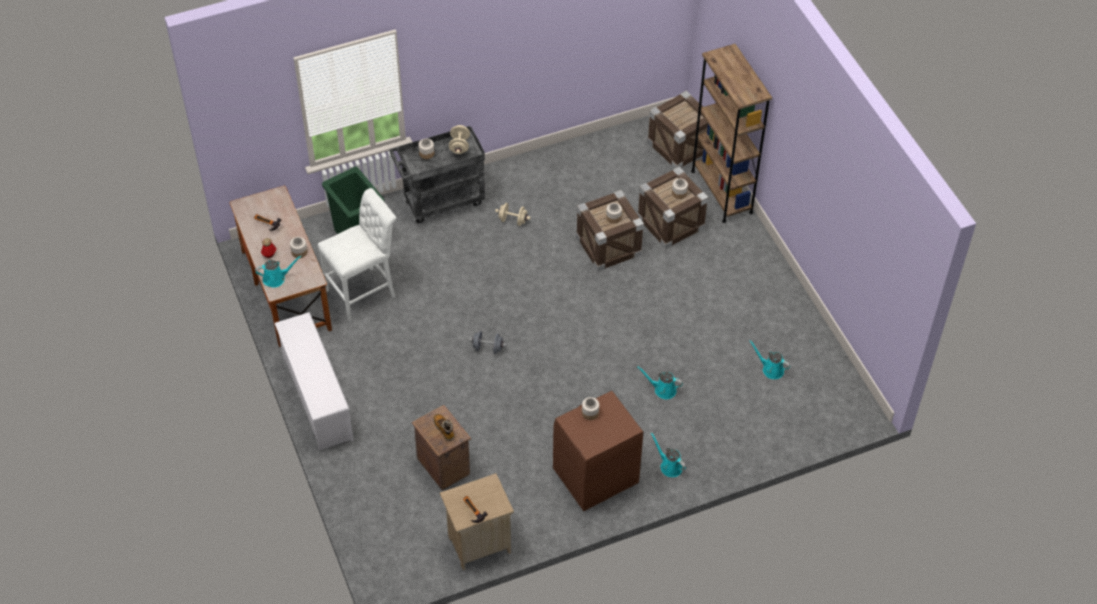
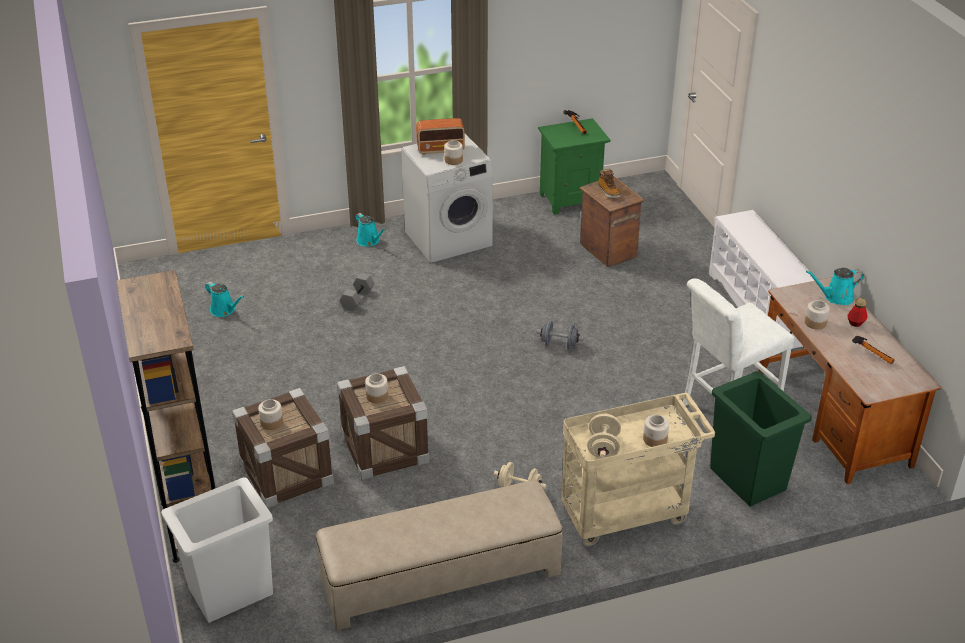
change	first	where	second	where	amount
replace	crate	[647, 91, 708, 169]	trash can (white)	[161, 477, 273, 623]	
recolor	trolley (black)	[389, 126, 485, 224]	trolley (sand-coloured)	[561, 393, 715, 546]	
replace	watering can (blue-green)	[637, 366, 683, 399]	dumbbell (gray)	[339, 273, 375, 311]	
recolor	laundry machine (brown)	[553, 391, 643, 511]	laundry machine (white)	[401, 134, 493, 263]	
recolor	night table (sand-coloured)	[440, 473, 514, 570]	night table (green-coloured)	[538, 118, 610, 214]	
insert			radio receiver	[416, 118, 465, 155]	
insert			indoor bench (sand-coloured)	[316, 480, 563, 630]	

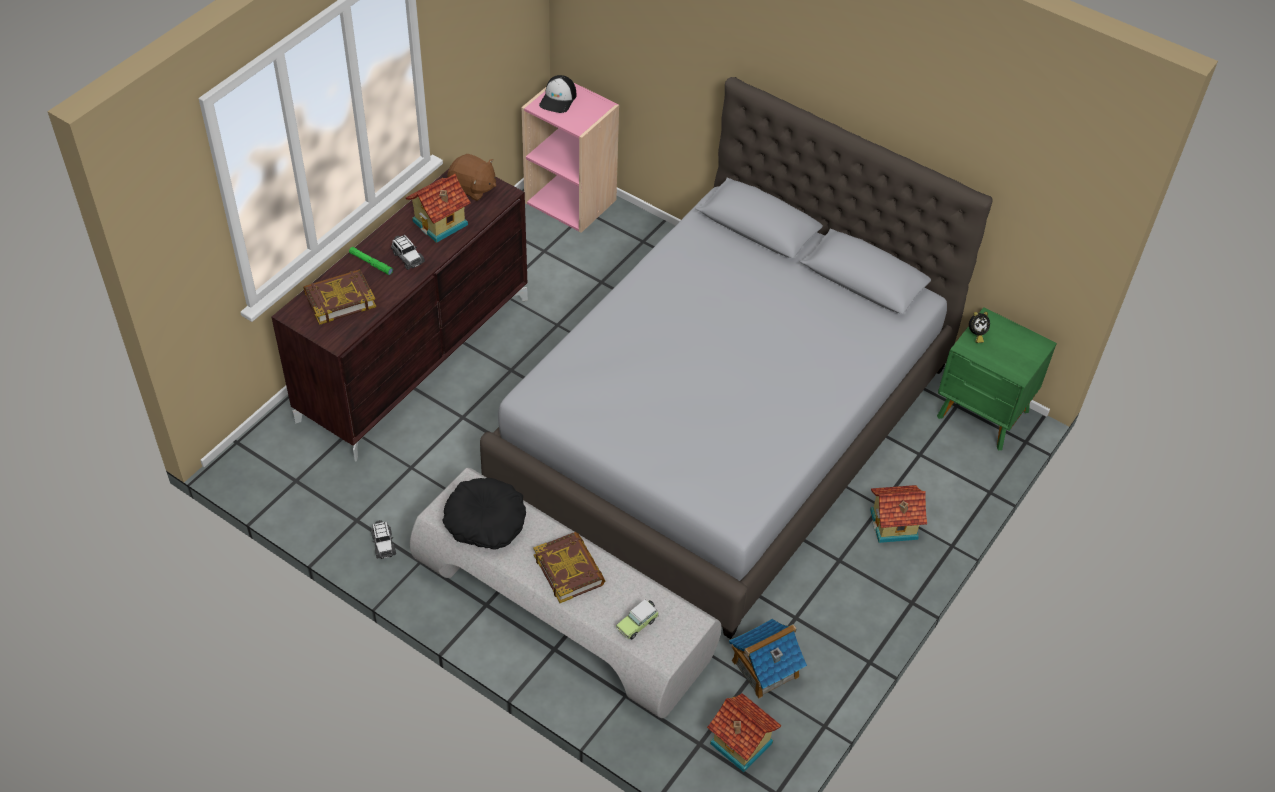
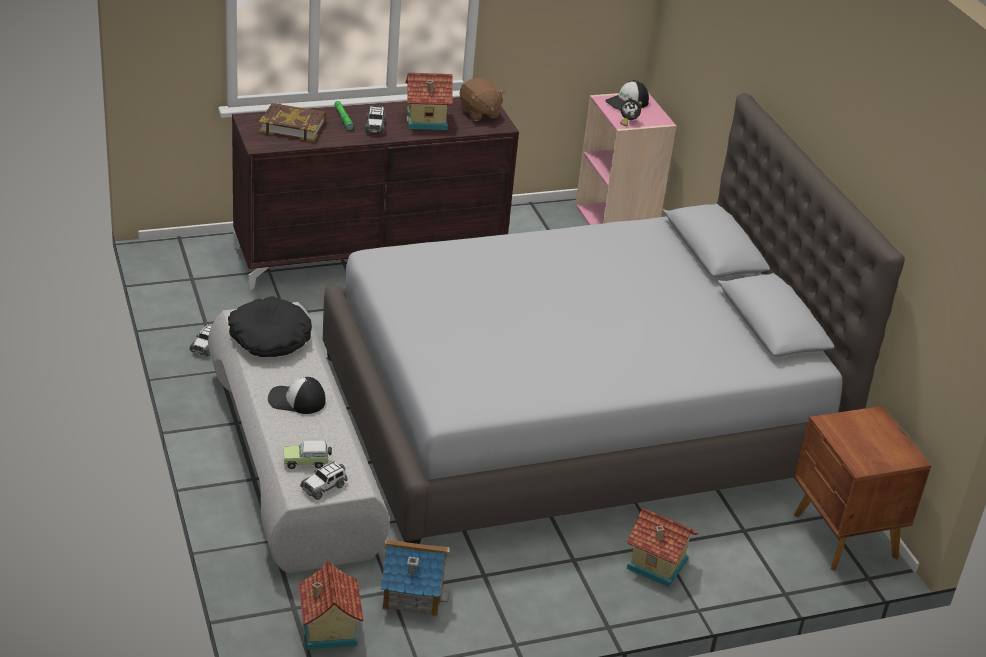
change	first	where	second	where	amount
recolor	night table (green-coloured)	[937, 307, 1057, 451]	night table (brown)	[794, 406, 932, 571]	
move	bedside clock	[969, 312, 990, 343]		[620, 97, 642, 126]	
replace	book	[533, 532, 605, 603]	cap	[268, 377, 325, 414]	
insert			model car	[300, 461, 348, 500]	

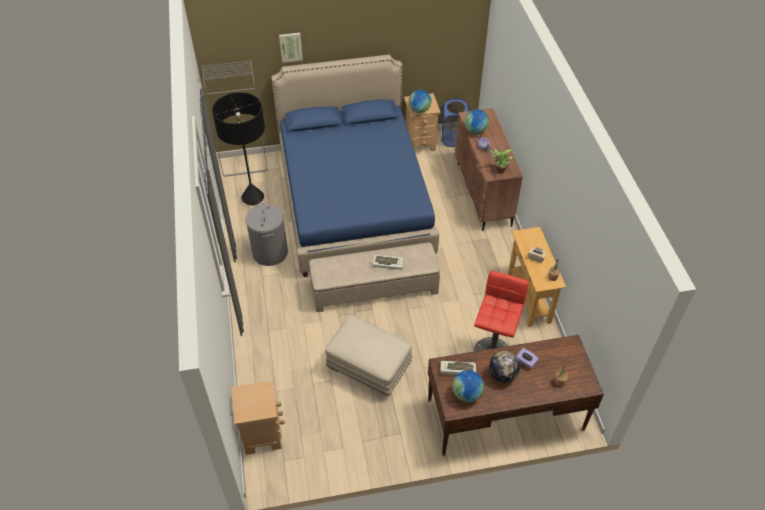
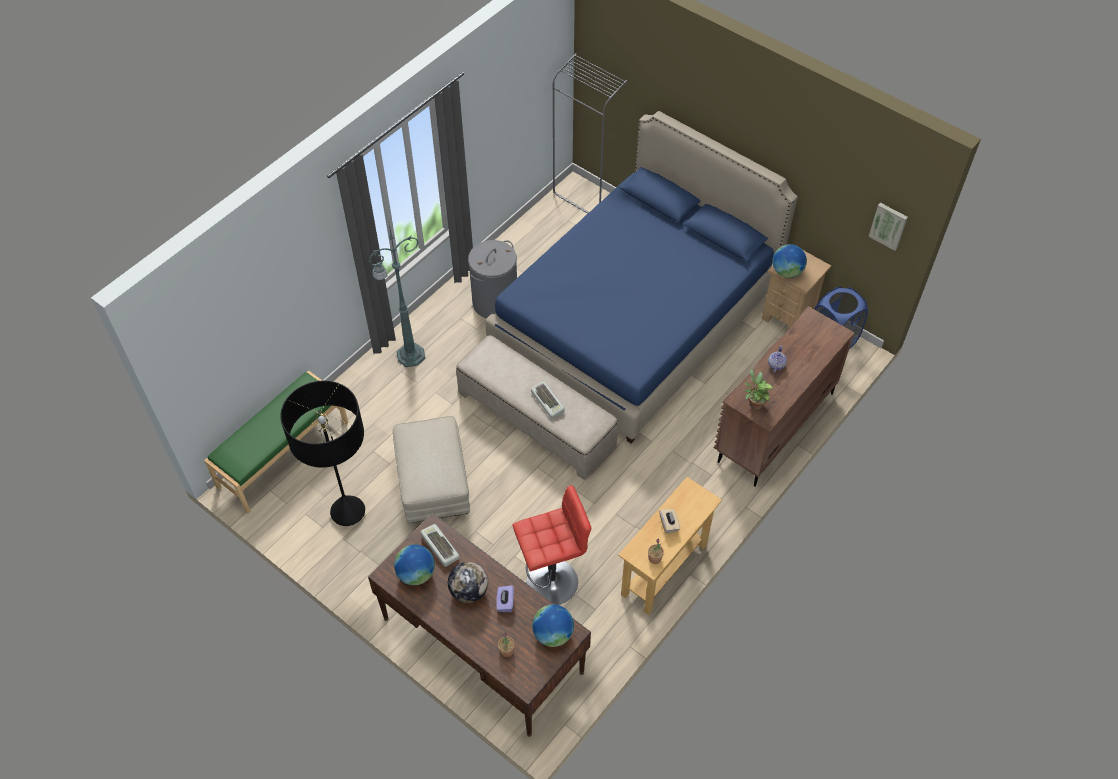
change	first	where	second	where	amount
move	picture	[279, 33, 303, 63]		[869, 203, 908, 251]	
move	floor lamp (black)	[212, 92, 265, 205]		[280, 381, 365, 526]	
move	globe	[465, 109, 489, 134]		[532, 604, 574, 647]	
replace	night table (sand-coloured)	[231, 381, 285, 455]	indoor bench (green-coloured)	[204, 370, 348, 513]	
insert			floor lamp (green-coloured)	[369, 224, 425, 367]	

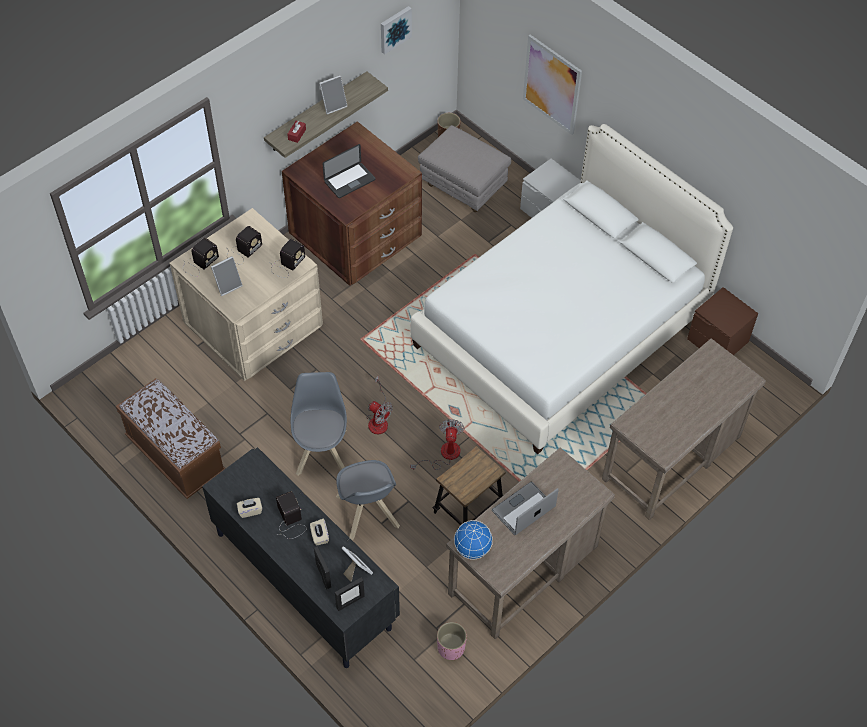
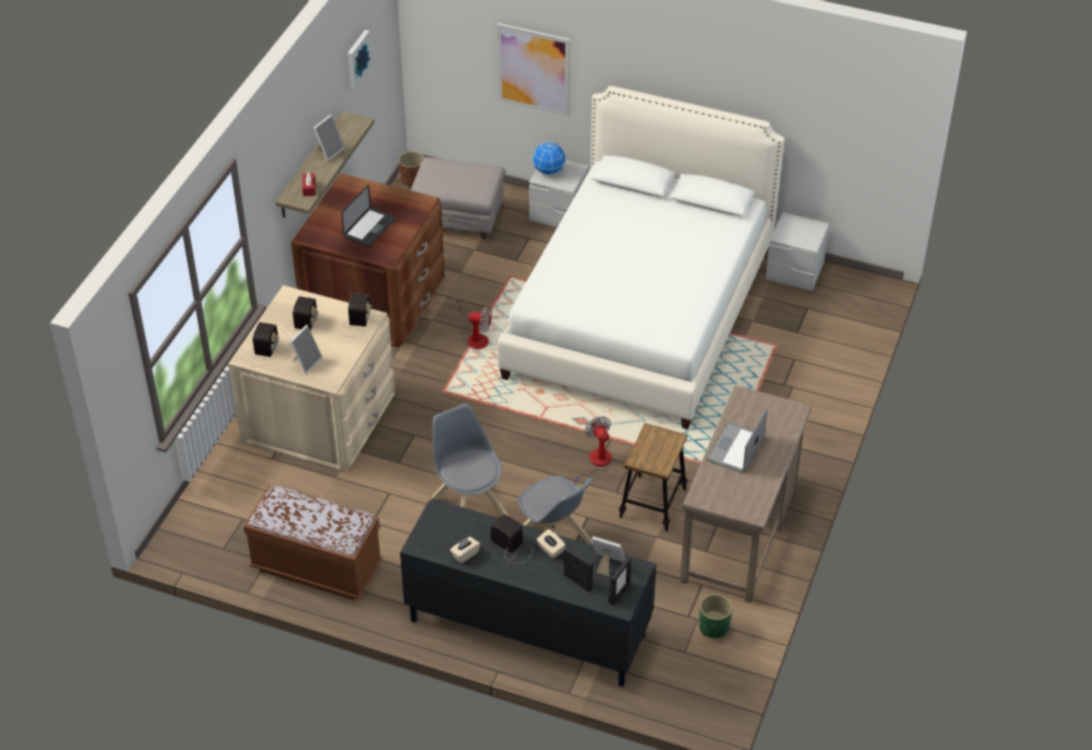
change	first	where	second	where	amount
recolor	night table (brown)	[687, 287, 758, 355]	night table (white)	[766, 212, 829, 291]	
delete	desk unit (brown)	[602, 338, 766, 520]			
move	fan	[366, 375, 393, 434]		[455, 296, 492, 349]	
move	globe	[454, 520, 493, 560]		[532, 142, 566, 175]	
recolor	plant pot (pinkish)	[437, 622, 467, 660]	plant pot (green-coloured)	[699, 594, 732, 638]	

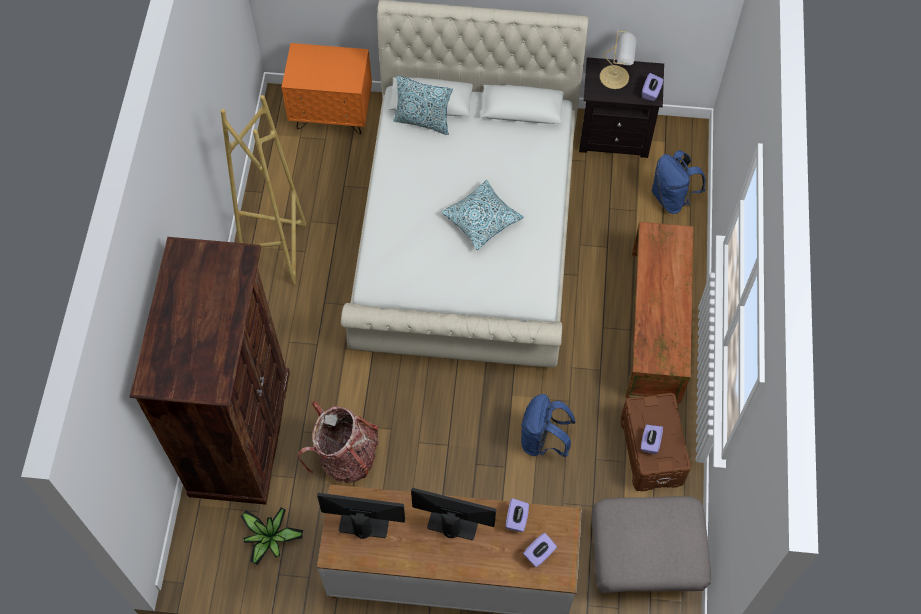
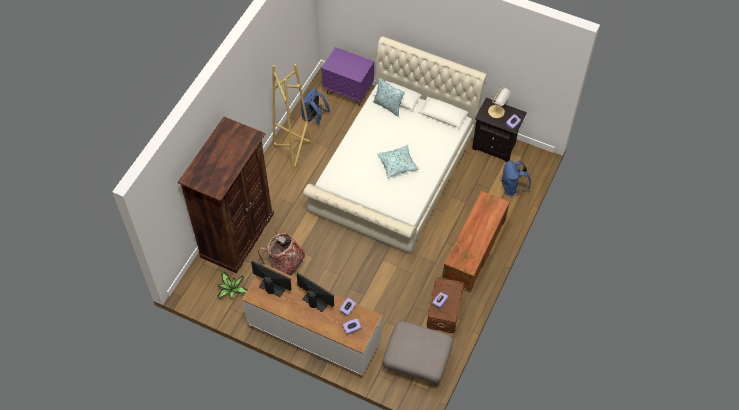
change	first	where	second	where	amount
recolor	night table (orange)	[281, 43, 372, 134]	night table (purplish)	[321, 47, 374, 106]	
move	knapsack (blue-coloured)	[521, 394, 575, 458]		[301, 89, 330, 124]	

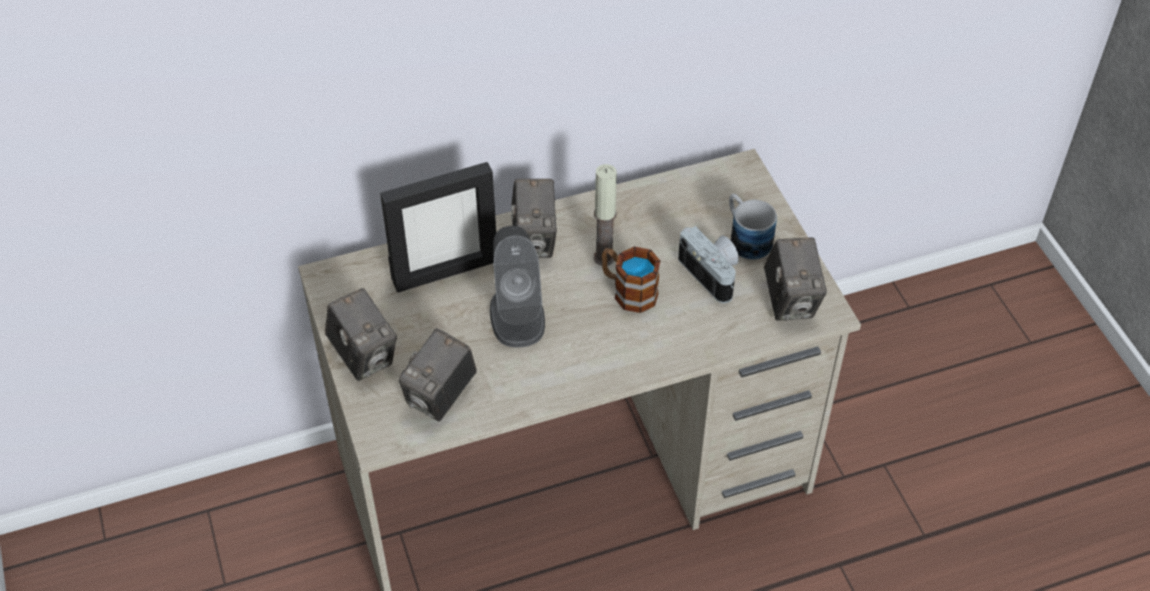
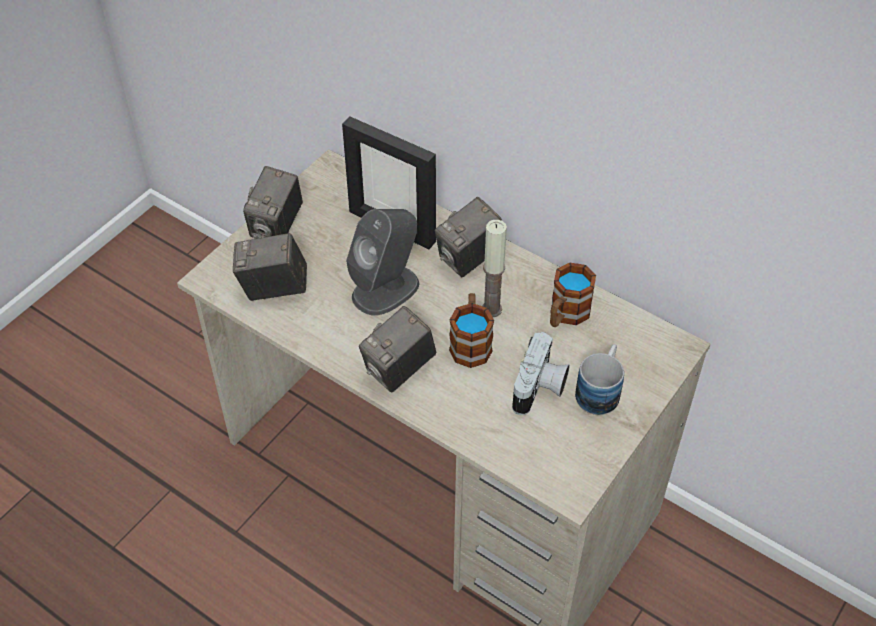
change	first	where	second	where	amount
move	still camera	[764, 237, 827, 321]		[359, 306, 436, 393]	
insert			tea mug	[550, 262, 596, 327]	

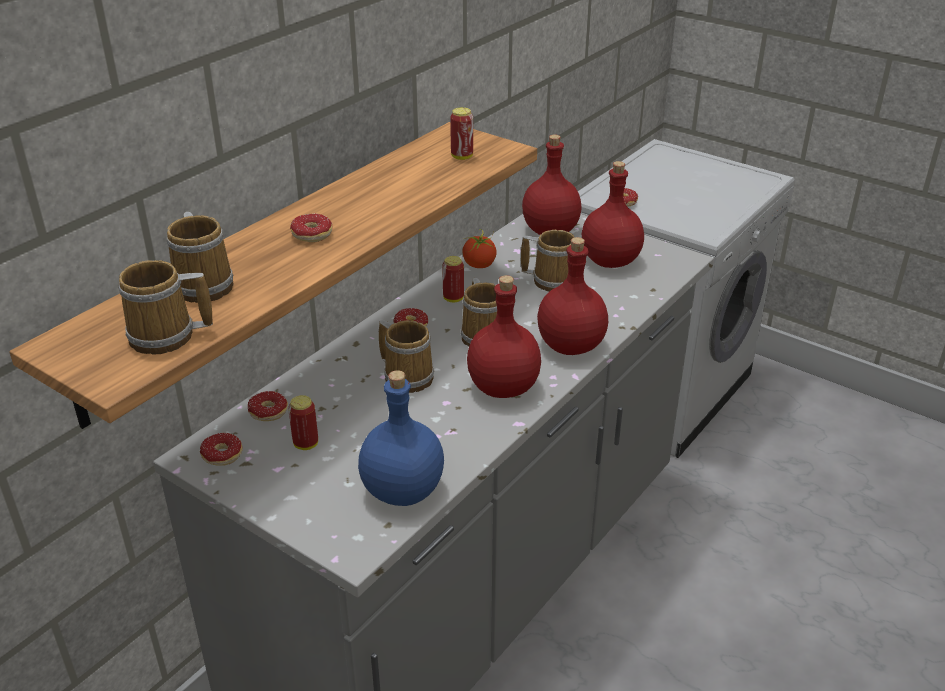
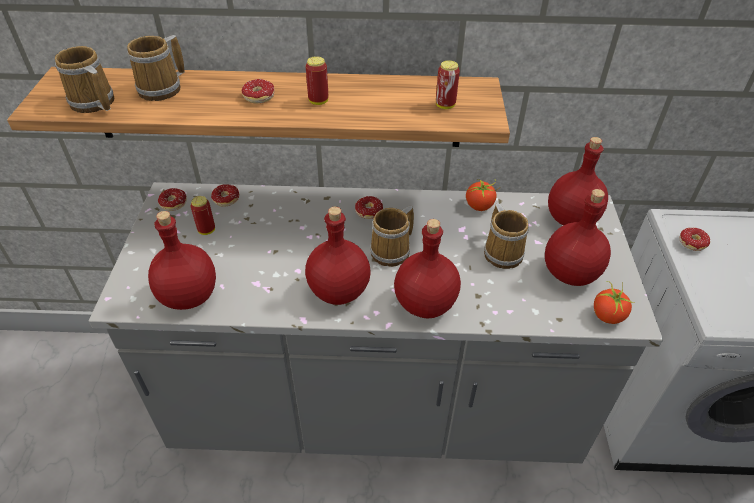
change	first	where	second	where	amount
move	sealed can	[442, 256, 464, 302]		[306, 56, 328, 105]	
delete	tea mug	[379, 320, 434, 393]			
recolor	beverage bottle (blue-coloured)	[358, 370, 444, 506]	beverage bottle (red-coloured)	[148, 211, 216, 310]	
insert			fresh tomato	[594, 281, 635, 324]	

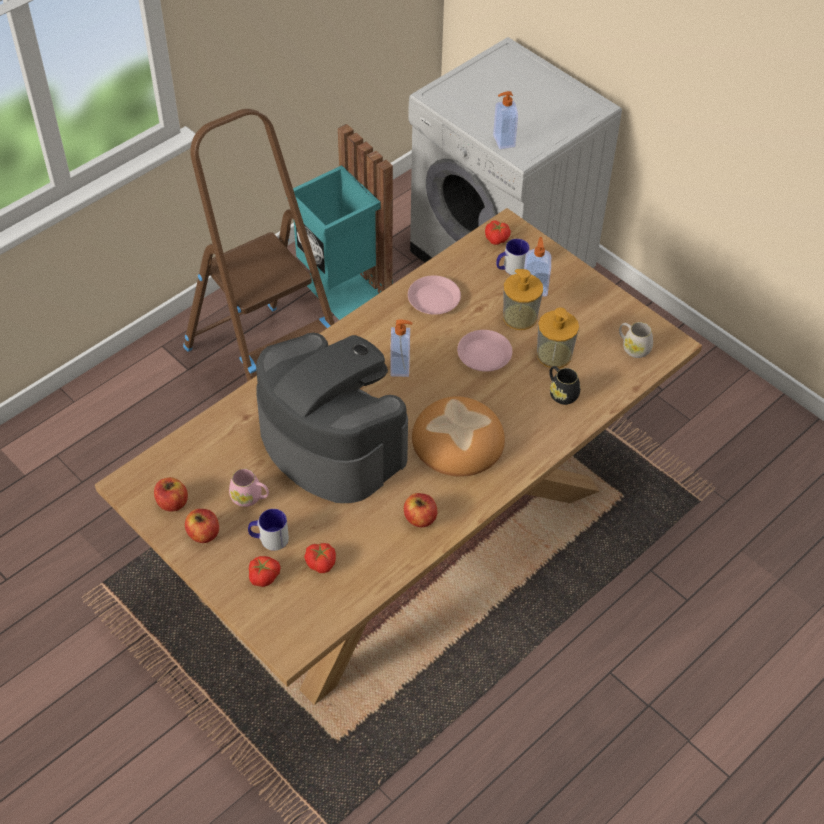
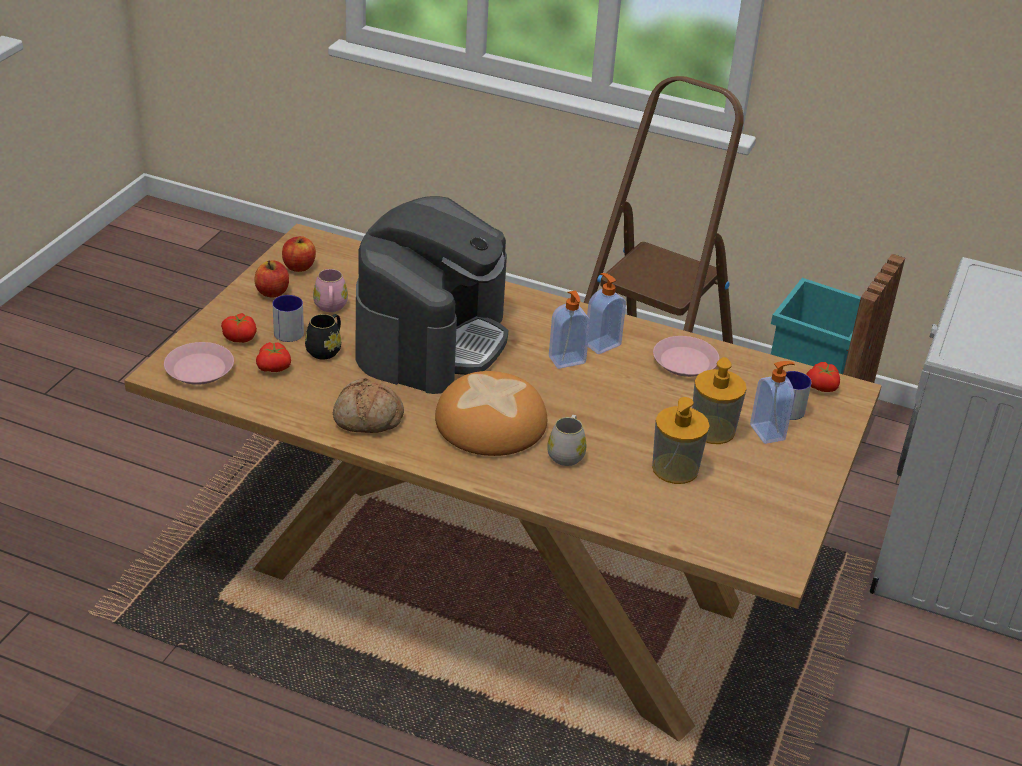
change	first	where	second	where	amount
move	liquid soap bottle	[493, 91, 518, 149]		[587, 273, 626, 354]	
move	tea mug (white)	[619, 322, 653, 358]		[547, 415, 586, 466]	
move	dinner plate (pinkish)	[457, 330, 512, 372]		[164, 342, 234, 385]	
move	tea mug (black)	[549, 366, 580, 405]		[305, 314, 341, 359]	
replace	apple	[404, 493, 437, 527]	baked bread	[333, 378, 404, 433]	

